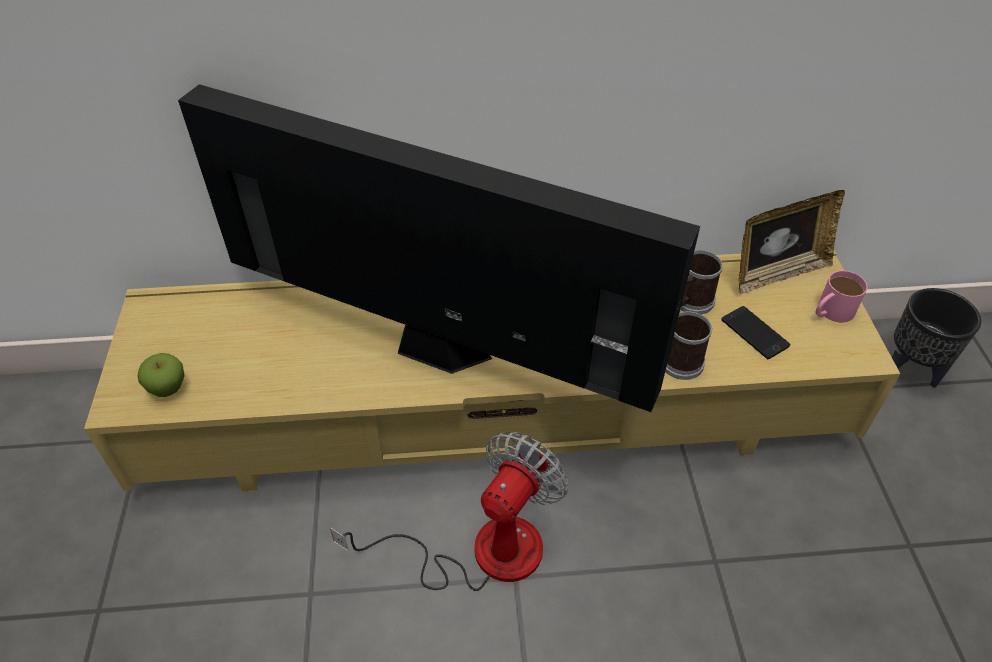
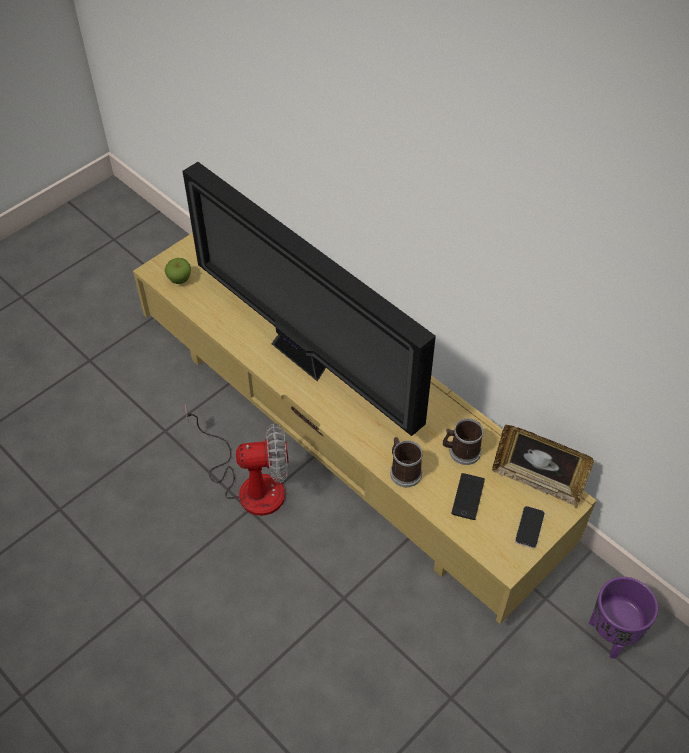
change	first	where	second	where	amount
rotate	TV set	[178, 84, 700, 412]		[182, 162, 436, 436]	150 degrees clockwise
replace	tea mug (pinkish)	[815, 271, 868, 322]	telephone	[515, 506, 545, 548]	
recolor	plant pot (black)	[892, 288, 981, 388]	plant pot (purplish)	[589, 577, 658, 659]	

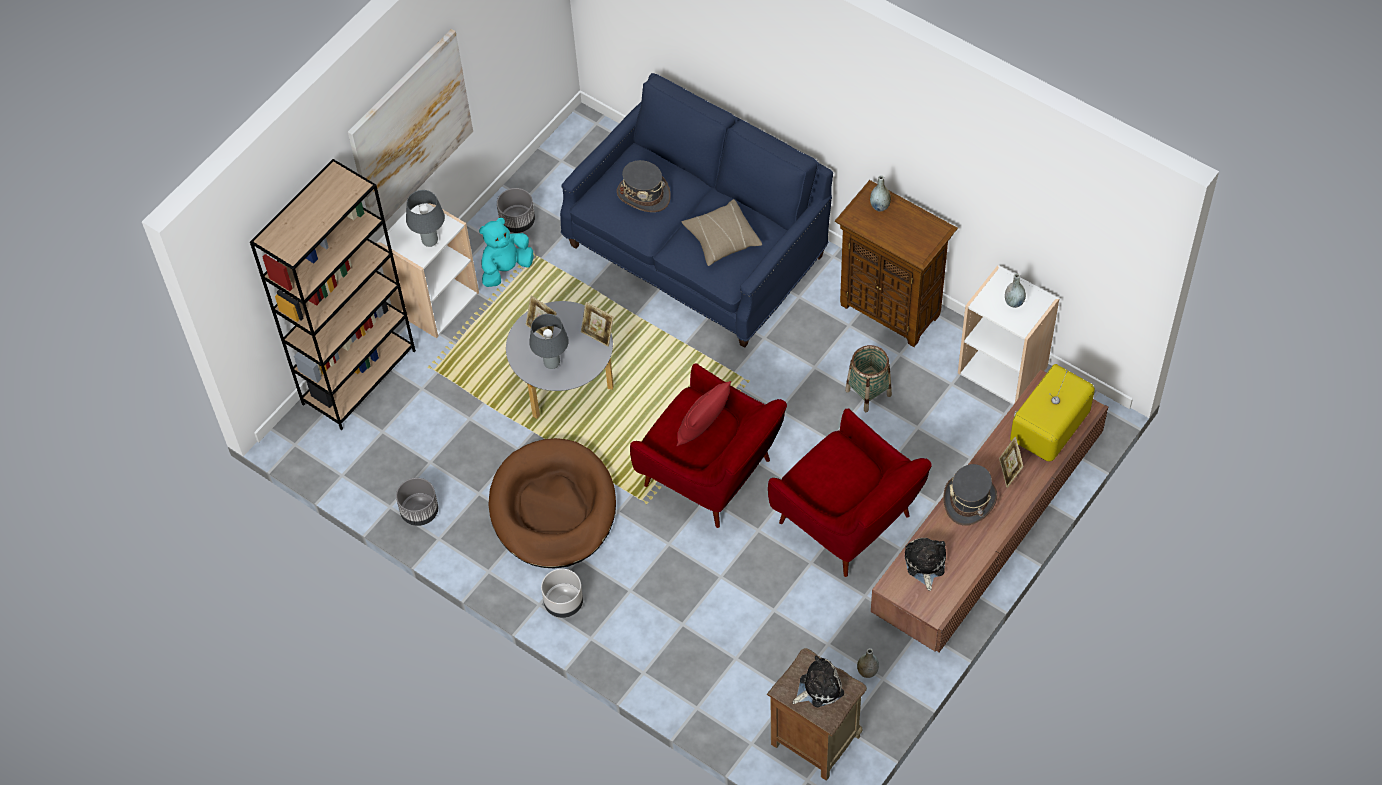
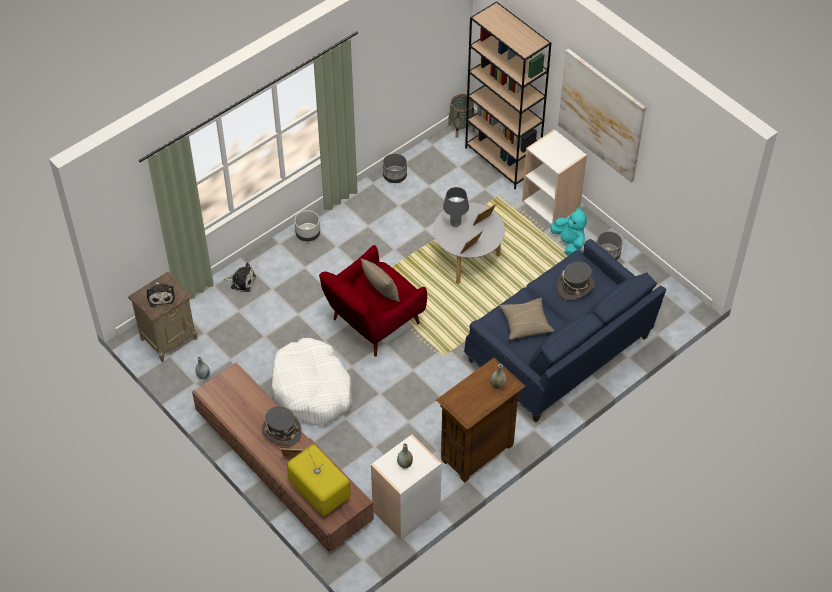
change	first	where	second	where	amount
delete	tabletop lamp (gray)	[406, 190, 445, 247]			
move	storage basket	[845, 345, 892, 412]		[448, 94, 475, 138]	
recolor	pillow (red-coloured)	[677, 381, 731, 446]	pillow (sand-coloured)	[361, 259, 400, 302]	
replace	easy chair (red-coloured)	[768, 408, 932, 577]	dog cushion (white)	[272, 338, 352, 426]	
delete	dog cushion (brown)	[489, 438, 616, 569]			
move	soft toy	[905, 538, 946, 591]		[223, 263, 256, 292]	

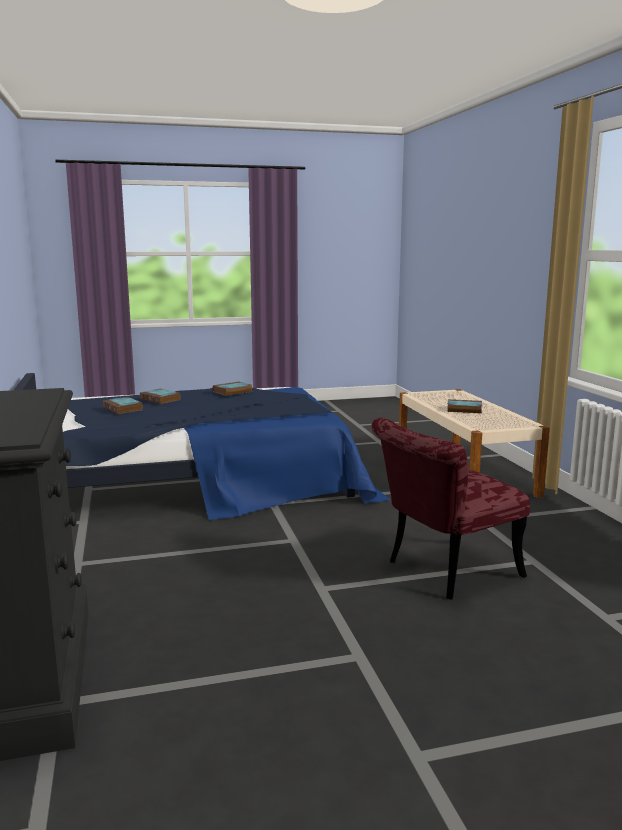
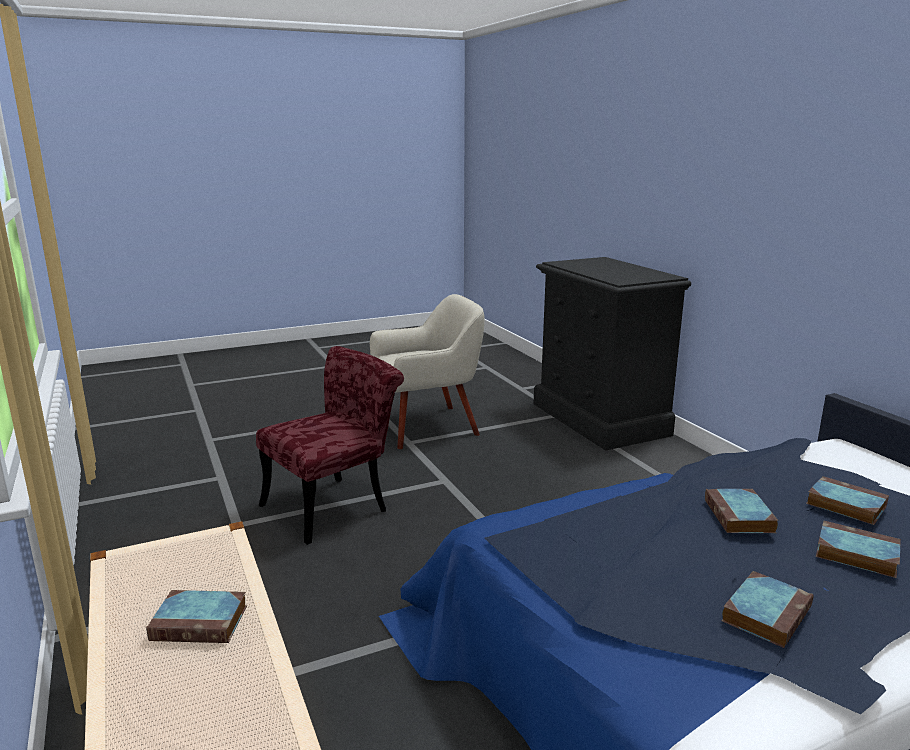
change	first	where	second	where	amount
insert			easy chair (sand-coloured)	[370, 294, 485, 449]	
insert			book	[705, 489, 778, 533]	

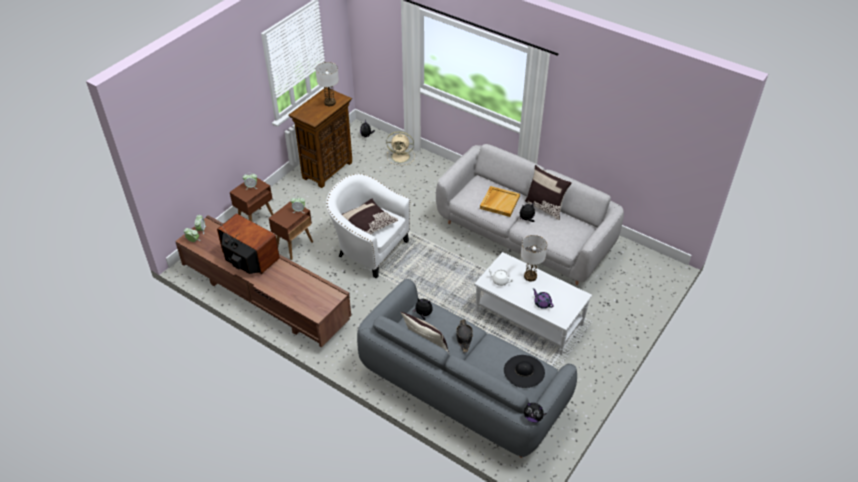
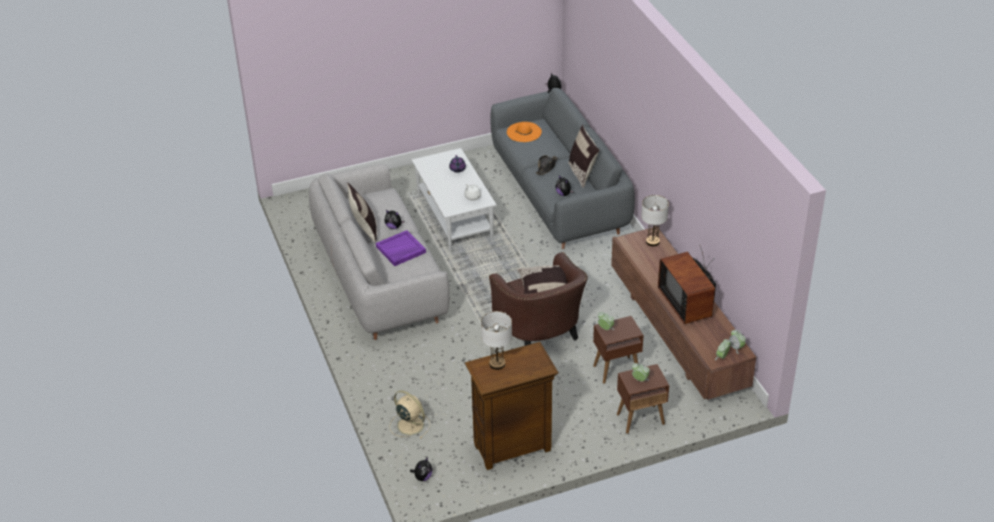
change	first	where	second	where	amount
recolor	easy chair (white)	[326, 174, 410, 278]	easy chair (brown)	[489, 252, 588, 346]	
recolor	serving tray (sand-coloured)	[480, 186, 520, 217]	serving tray (purplish)	[376, 230, 426, 266]	
move	tabletop lamp	[521, 235, 547, 281]		[641, 195, 669, 246]	
recolor	clothing hat (black)	[504, 355, 545, 388]	clothing hat (orange)	[507, 122, 542, 142]	

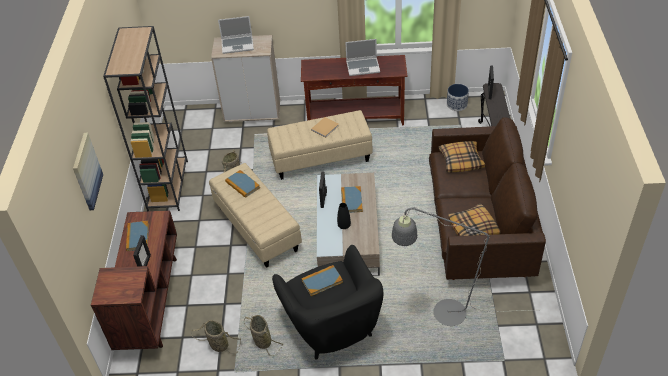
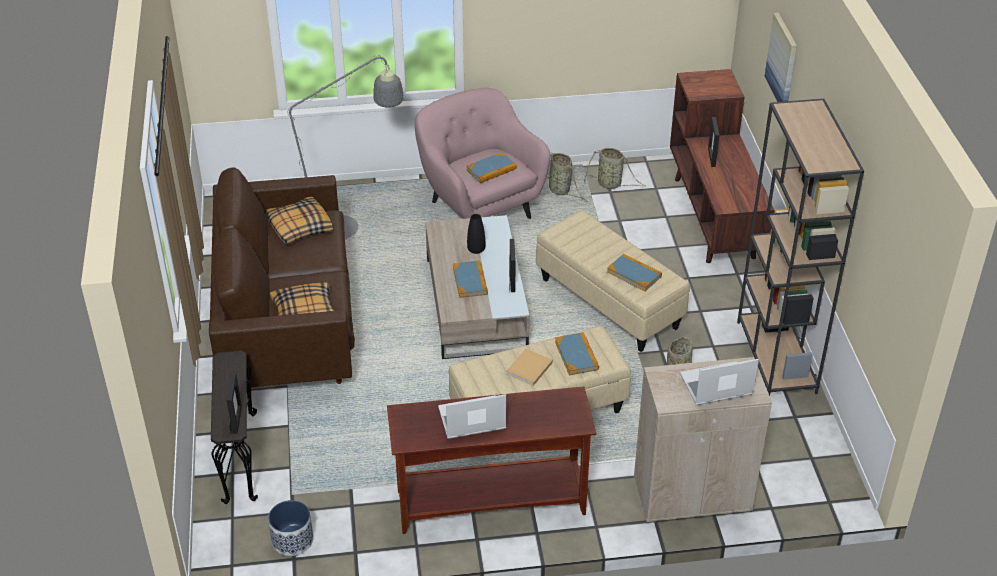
change	first	where	second	where	amount
move	book	[126, 221, 149, 251]		[555, 332, 599, 376]	
recolor	easy chair (black)	[272, 245, 383, 360]	easy chair (pinkish)	[415, 88, 551, 219]	

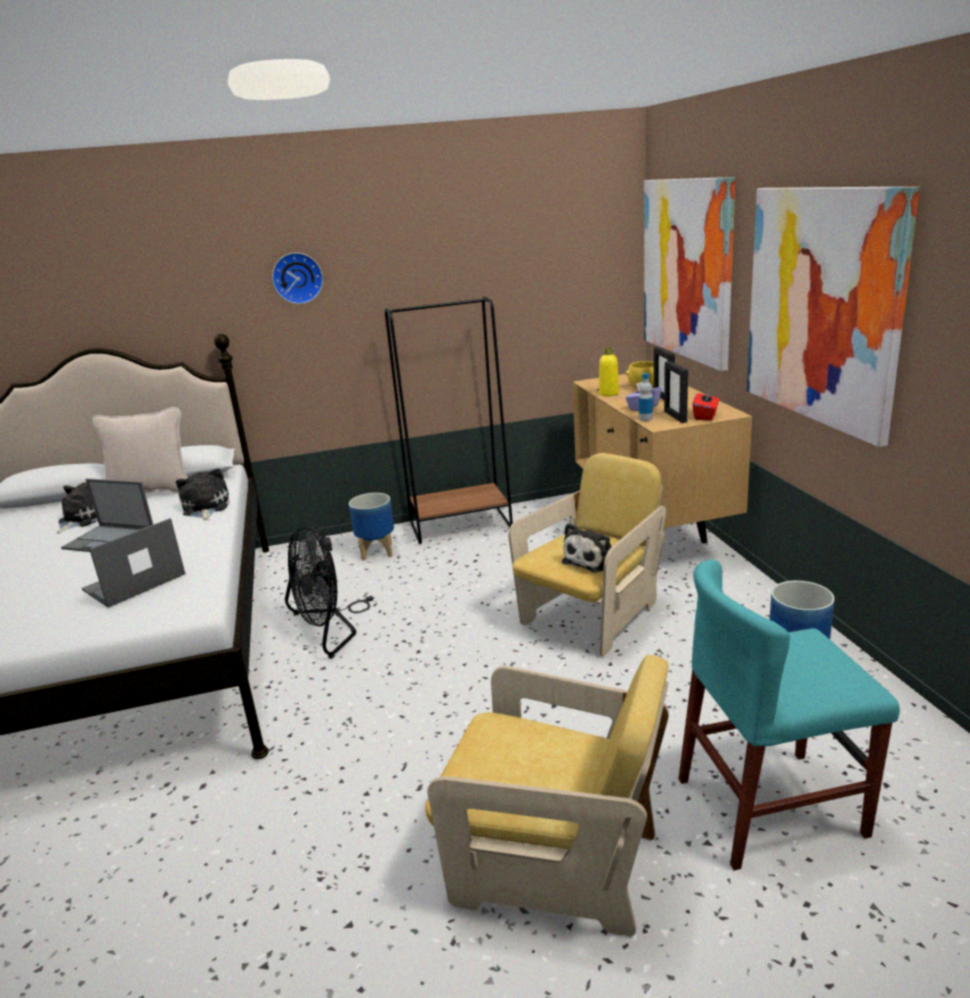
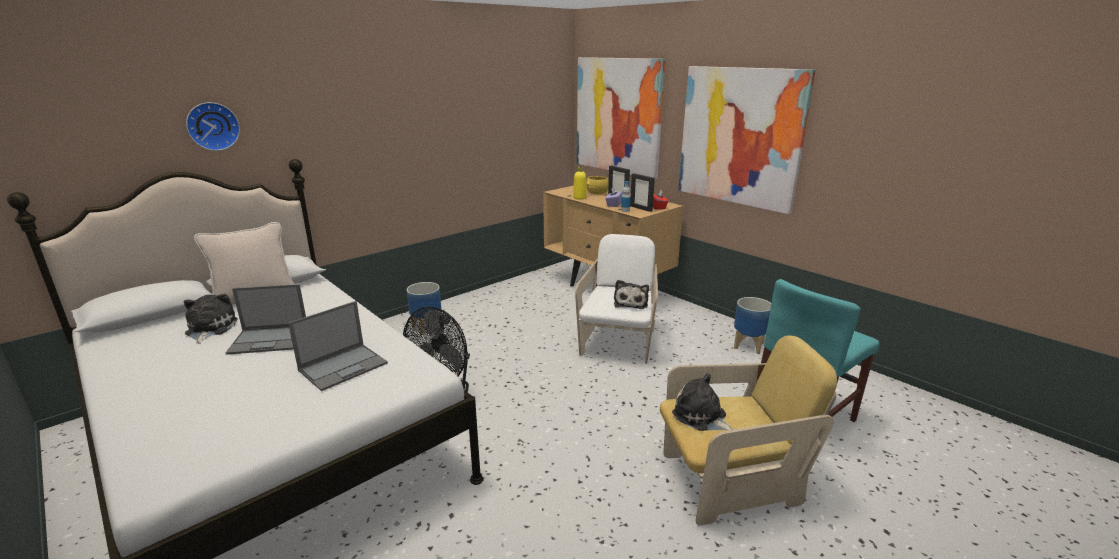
change	first	where	second	where	amount
move	clock on the wall	[272, 253, 323, 304]		[186, 102, 240, 151]	
delete	garment rack	[385, 297, 513, 544]			
recolor	easy chair (yellow-coloured)	[508, 453, 666, 656]	easy chair (white)	[575, 234, 658, 364]	
move	soft toy	[176, 468, 230, 520]		[672, 373, 735, 431]	
rotate	laptop	[82, 518, 185, 608]		[288, 301, 388, 391]	150 degrees counterclockwise

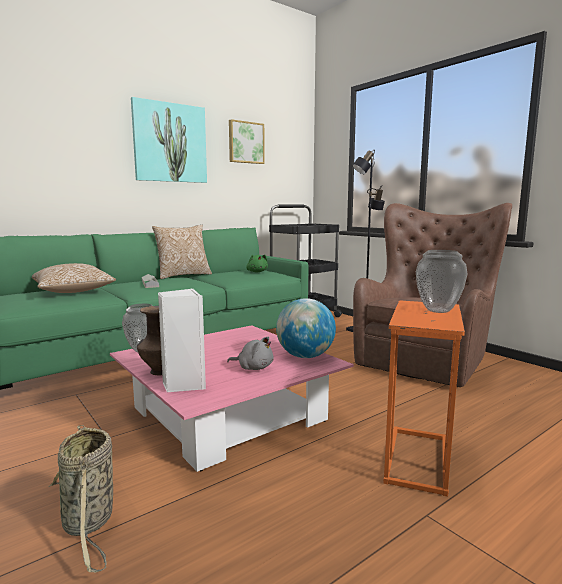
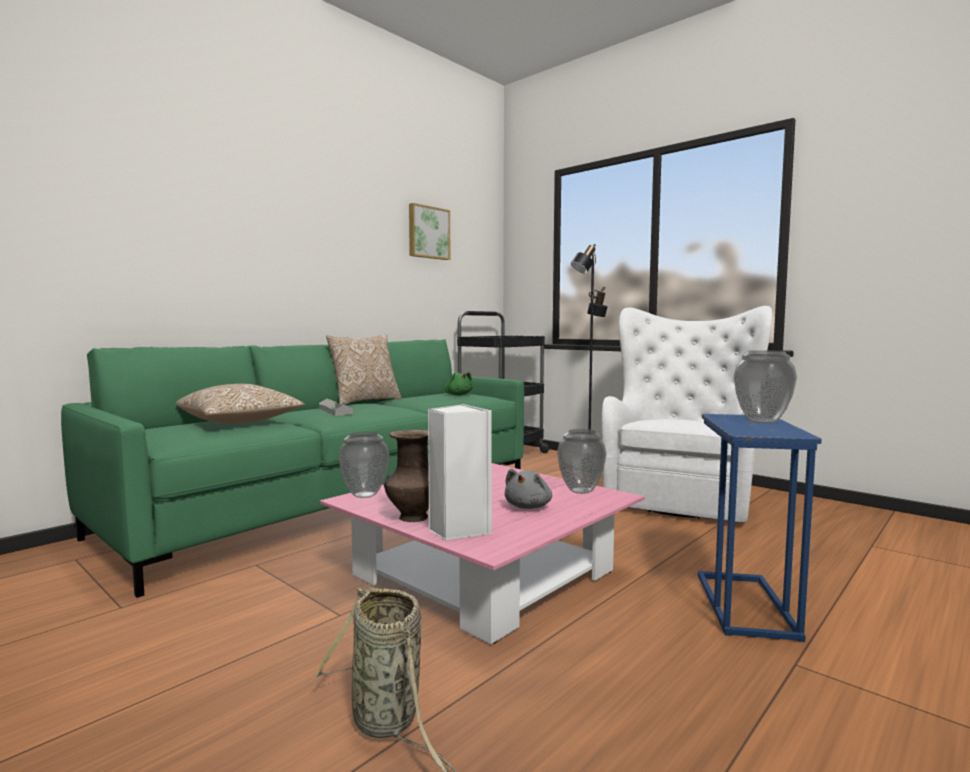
change	first	where	second	where	amount
delete	picture	[131, 97, 207, 183]			
recolor	easy chair (brown)	[353, 203, 512, 387]	easy chair (white)	[602, 306, 772, 523]	
replace	globe	[276, 298, 336, 358]	decorative vase	[557, 429, 607, 494]	
recolor	side table (orange)	[383, 300, 465, 497]	side table (blue-coloured)	[698, 414, 822, 642]	
rotate	soft toy (gray)	[227, 337, 274, 370]		[505, 469, 552, 509]	105 degrees clockwise

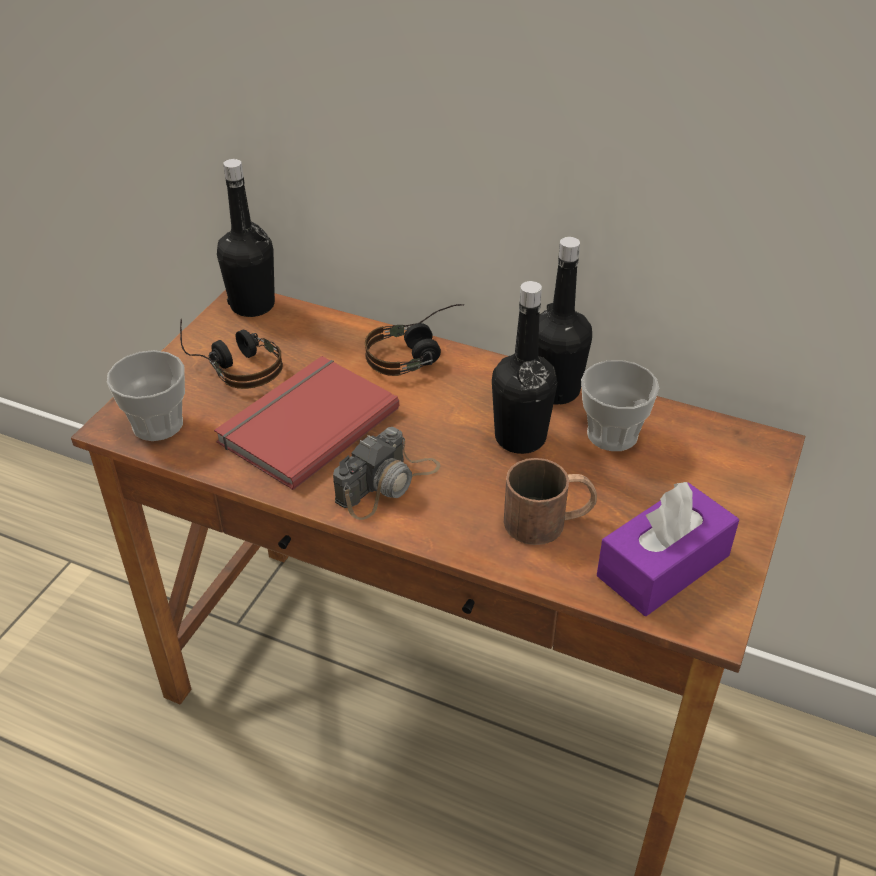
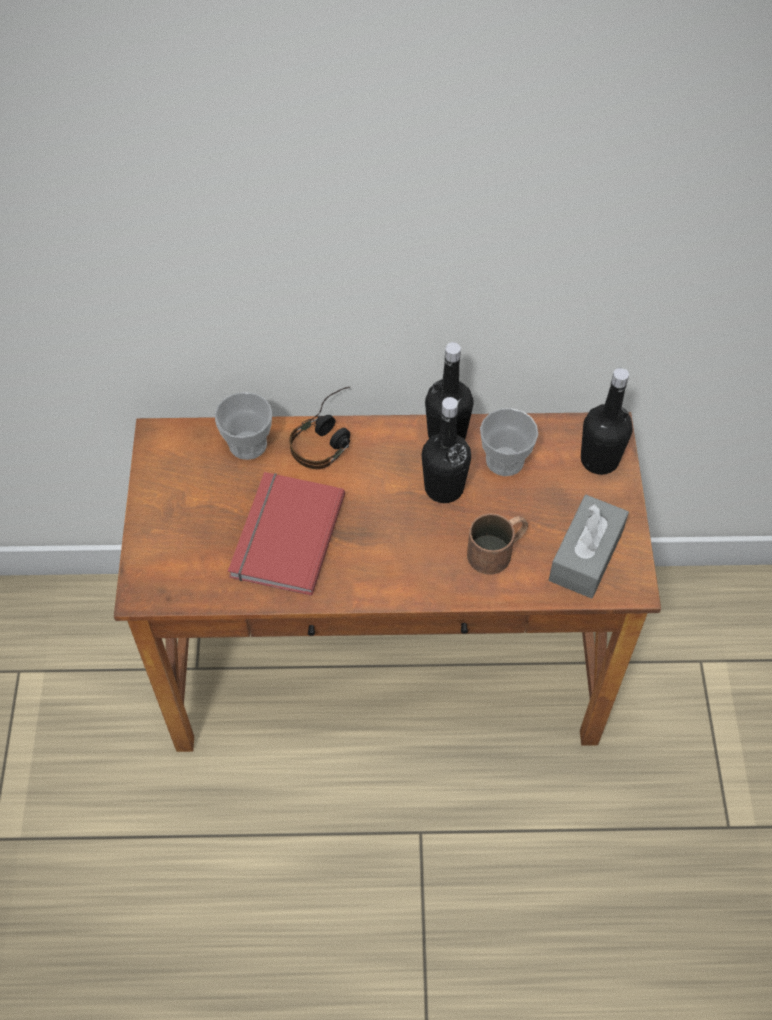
change	first	where	second	where	amount
move	beverage bottle (black)	[217, 159, 275, 317]		[581, 368, 633, 475]	
delete	headset	[180, 319, 283, 389]			
move	cup	[107, 350, 185, 441]		[214, 392, 272, 460]	
delete	still camera	[333, 427, 440, 520]			
recolor	box of tissues (purplish)	[597, 482, 739, 616]	box of tissues (gray)	[549, 495, 629, 599]	

